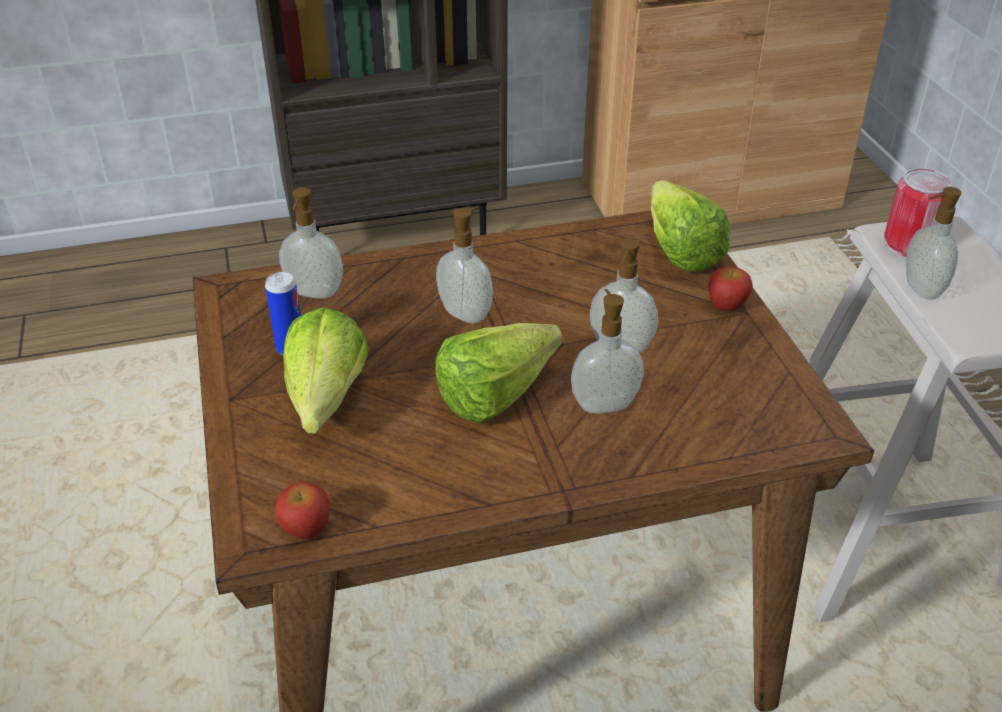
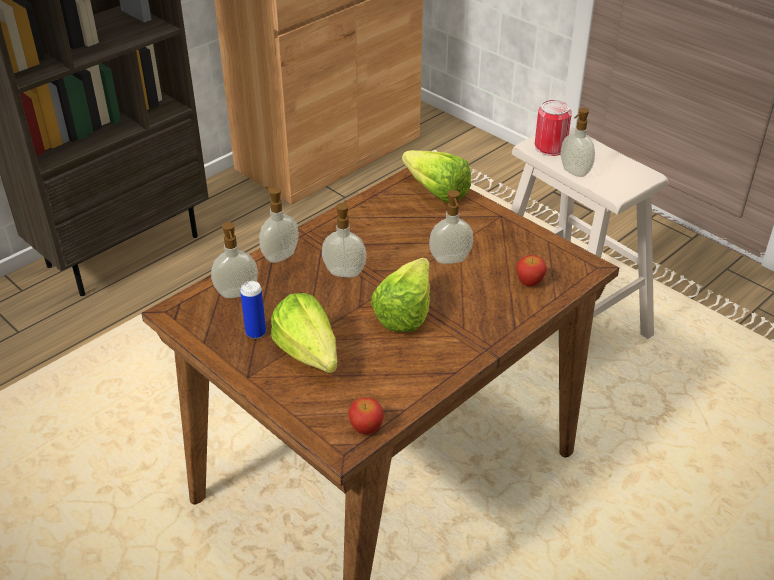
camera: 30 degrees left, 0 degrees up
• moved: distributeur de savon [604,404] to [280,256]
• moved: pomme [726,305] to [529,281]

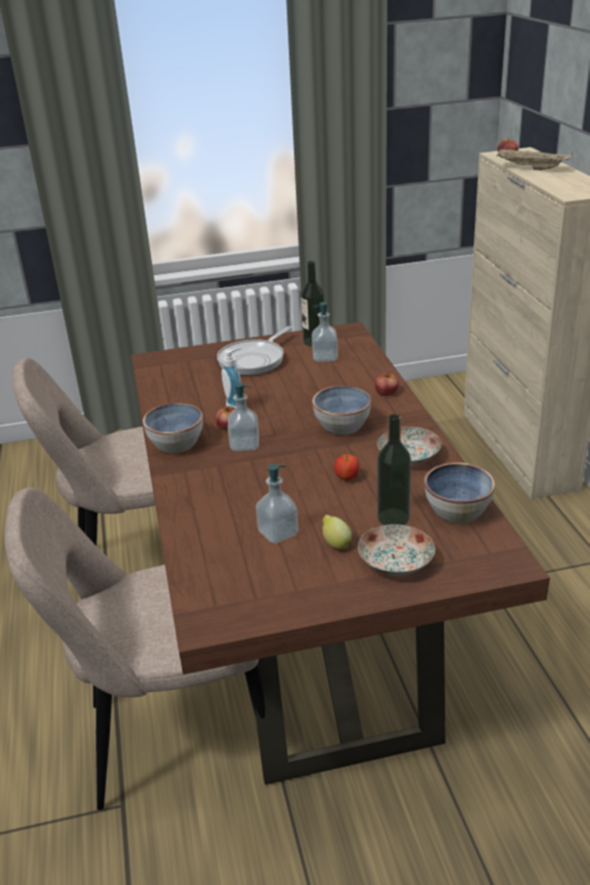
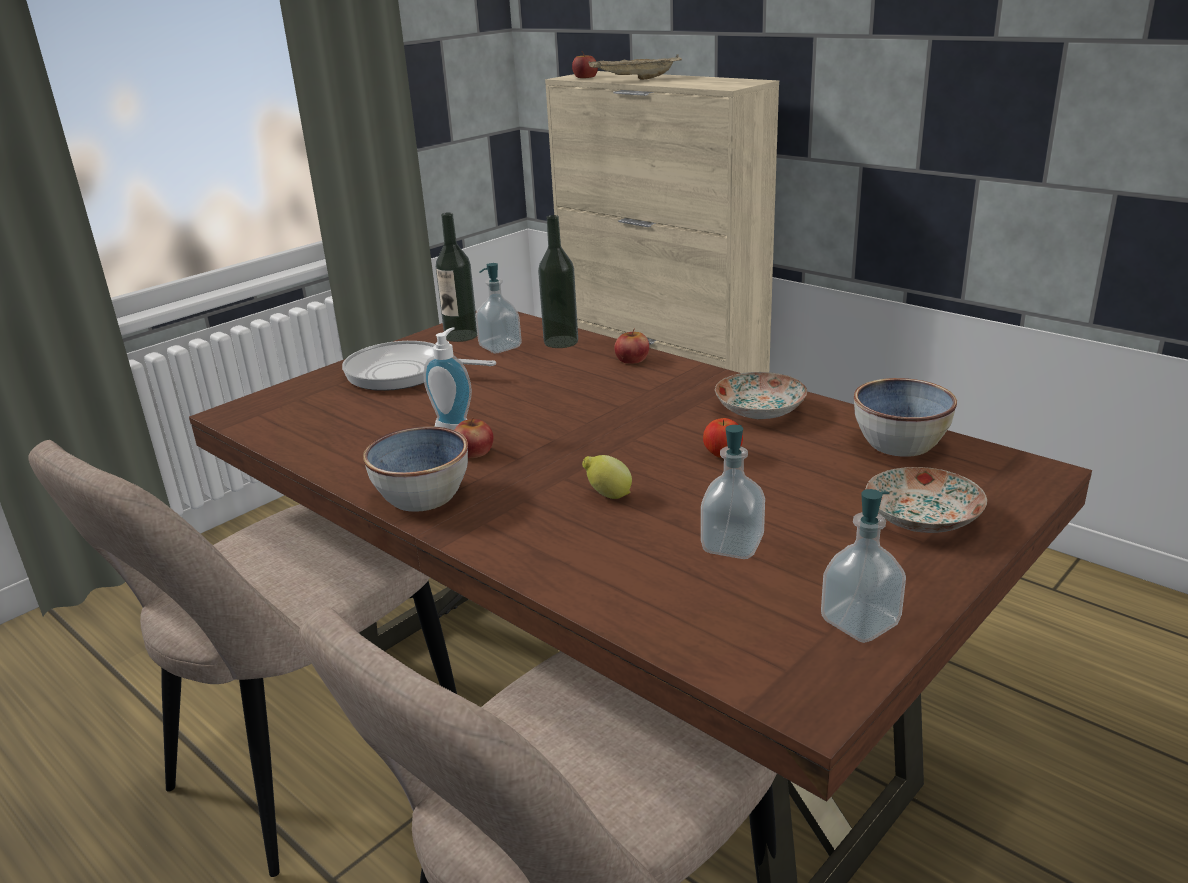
camera: 35 degrees left, 5 degrees down
• turned: poêle [254,360] = [403,373] 105 degrees clockwise
• moved: distributeur de savon [244,445] to [860,623]
• removed: bol [342,426]
• moved: citron [336,544] to [608,495]
• moved: bouteille [393,517] to [561,342]

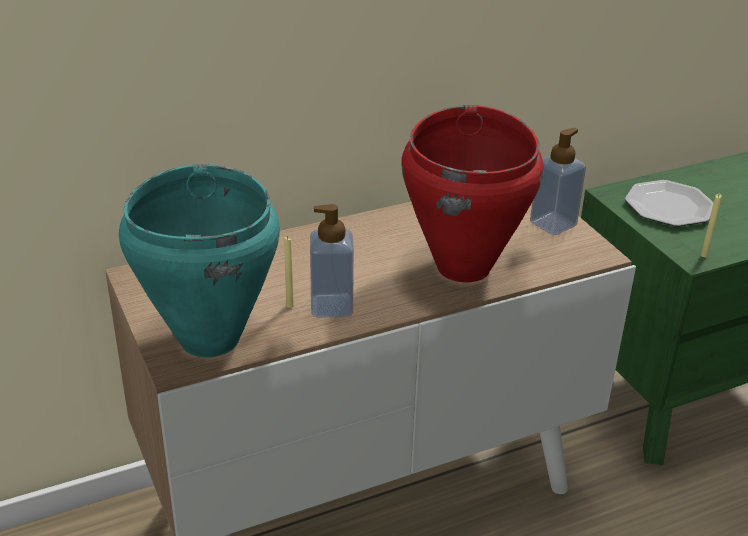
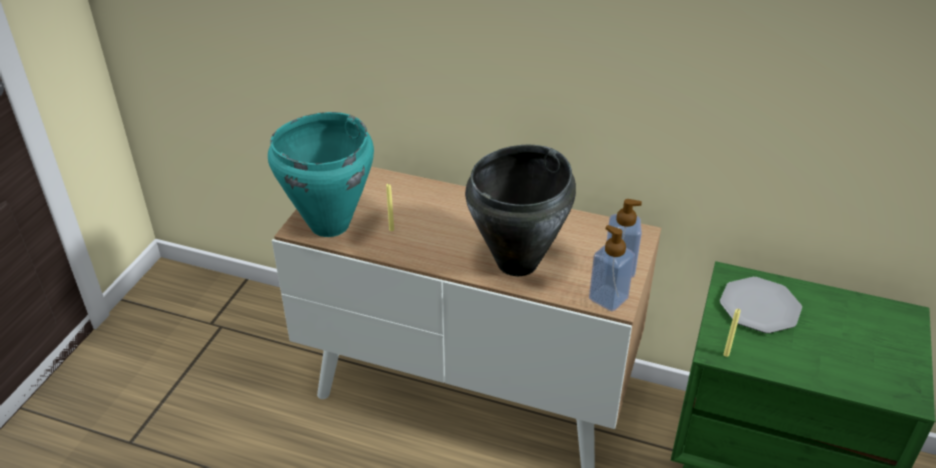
camera: 45 degrees right, 5 degrees up
• moved: distributeur de savon [331,306] to [608,298]
• recoloured: marmite (rouge) [464,266] to marmite (noir) [518,263]

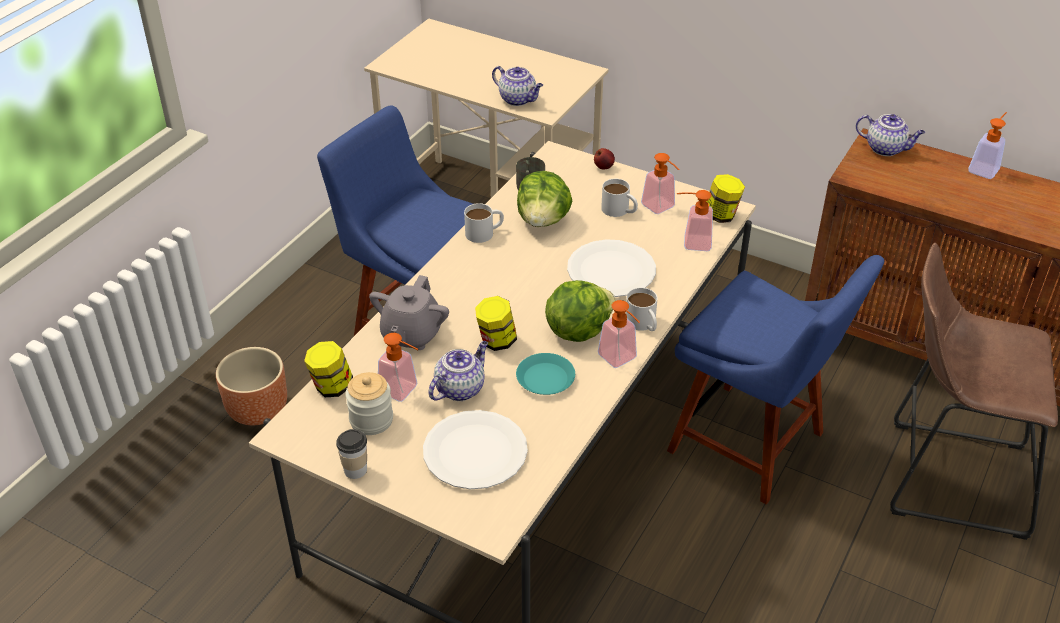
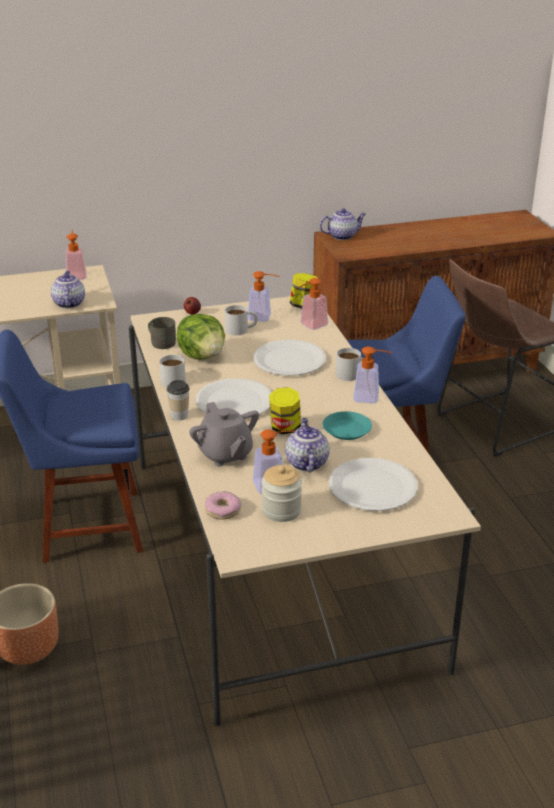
camera: 45 degrees left, 10 degrees down
• replaced: bocal [331,387] to beignet [223,510]
• moved: tasse [355,470] to [179,415]
• turned: théière [518,99] = [68,303] 90 degrees counterclockwise
• removed: laitue [578,330]
• moved: distributeur de savon [985,168] to [76,275]
• added: assiette (blanc) [235,401]

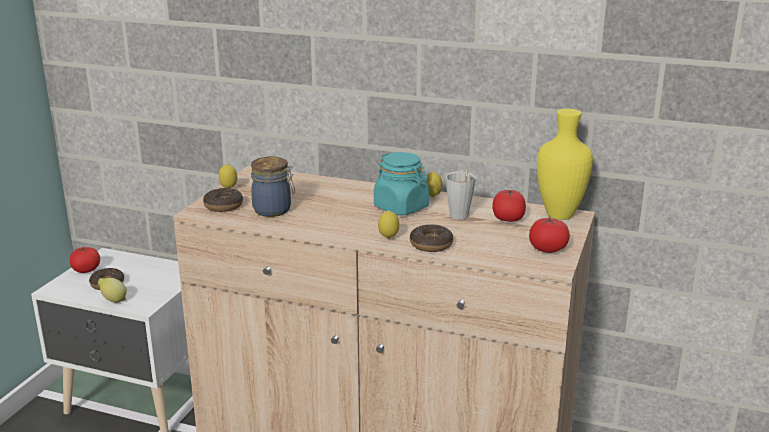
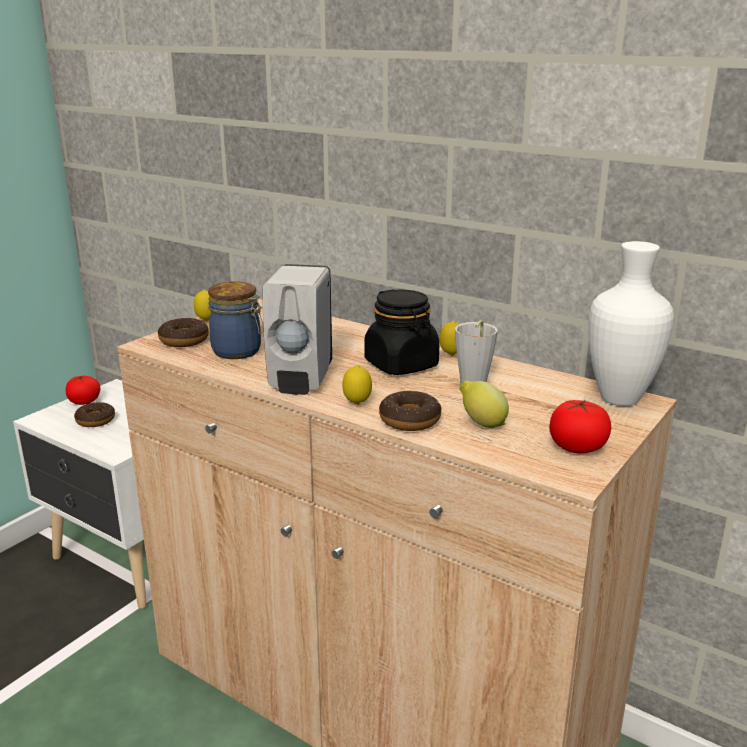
camera: 15 degrees right, 0 degrees up
• moved: citron [113,301] to [482,424]
• recoloured: bocal (turquoise) [401,207] to bocal (noir) [401,365]
• removed: tomate [508,219]
• recoloured: vase (jaune) [559,214] to vase (blanc) [619,398]
• added: distributeur de savon (blanc) [300,381]

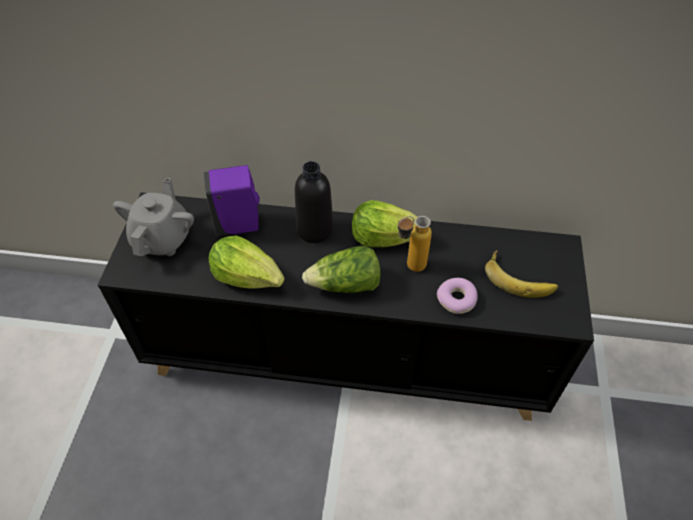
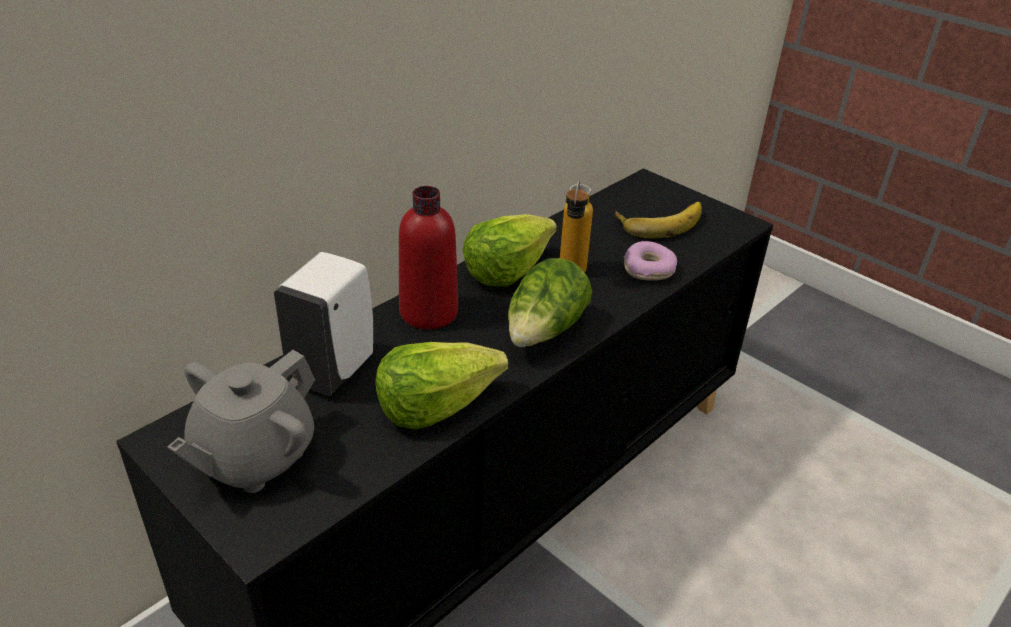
camera: 55 degrees left, 15 degrees down
• turned: théière (gris) [163,239] = [254,457] 105 degrees counterclockwise
• recoloured: distributeur de savon (violet) [240,225] to distributeur de savon (blanc) [334,369]
• recoloured: bouteille (noir) [315,230] to bouteille (rouge) [428,312]

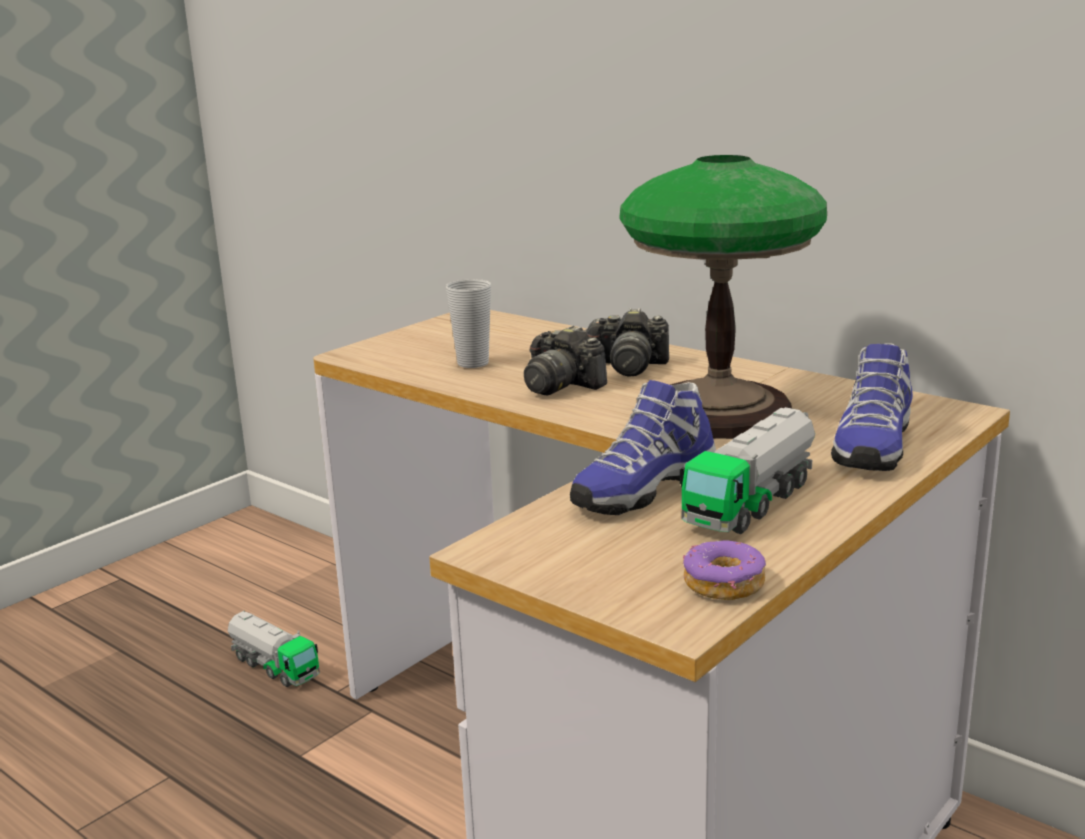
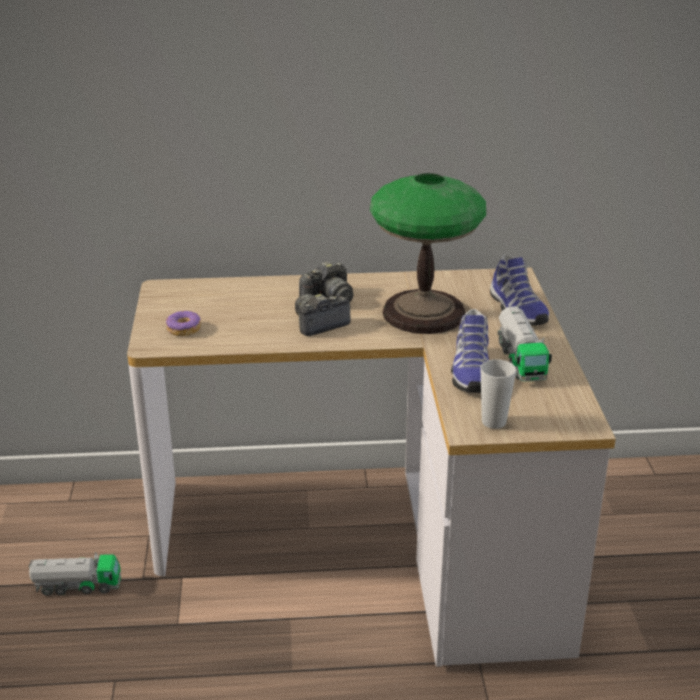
camera: 45 degrees left, 10 degrees up
• moved: tasse [473,363] to [493,422]
• turned: appareil photo [560,385] = [319,324] 150 degrees clockwise
• moved: beignet [724,584] to [184,329]

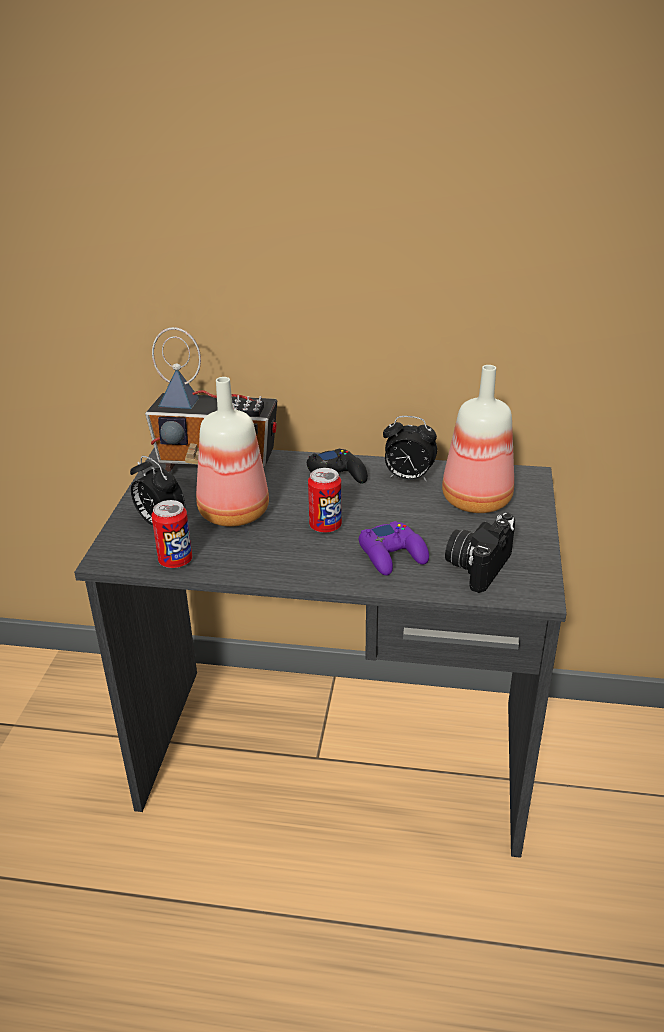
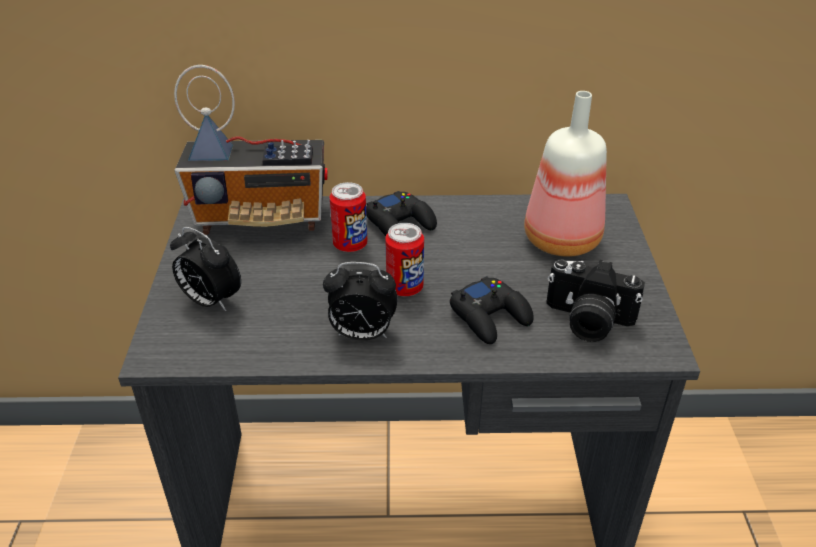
camera: 10 degrees left, 5 degrees up
• moved: boîte métallique [175,561] to [350,245]
• removed: bouteille [231,514]
• recoloured: manette (violet) [393,555] to manette (noir) [490,317]
• moved: réveil [408,478] to [361,334]
• turned: appareil photo [477,566] = [587,321] 90 degrees counterclockwise

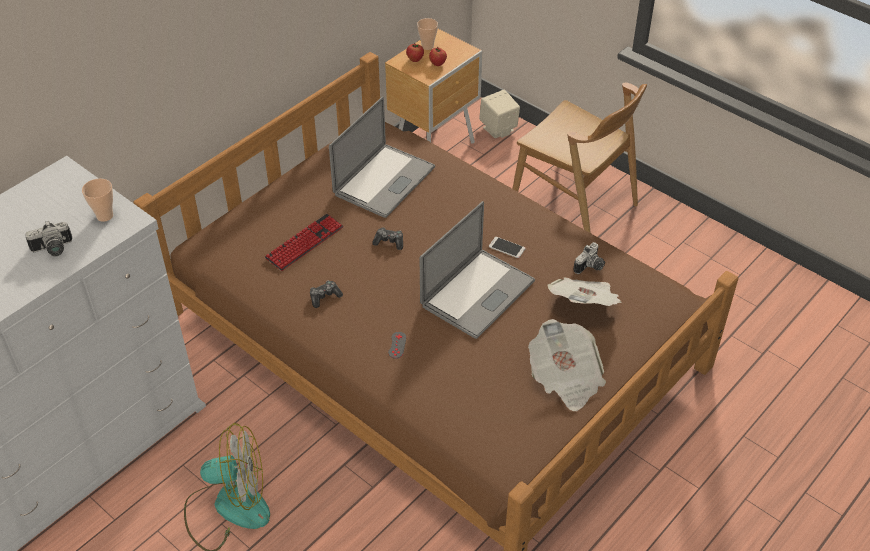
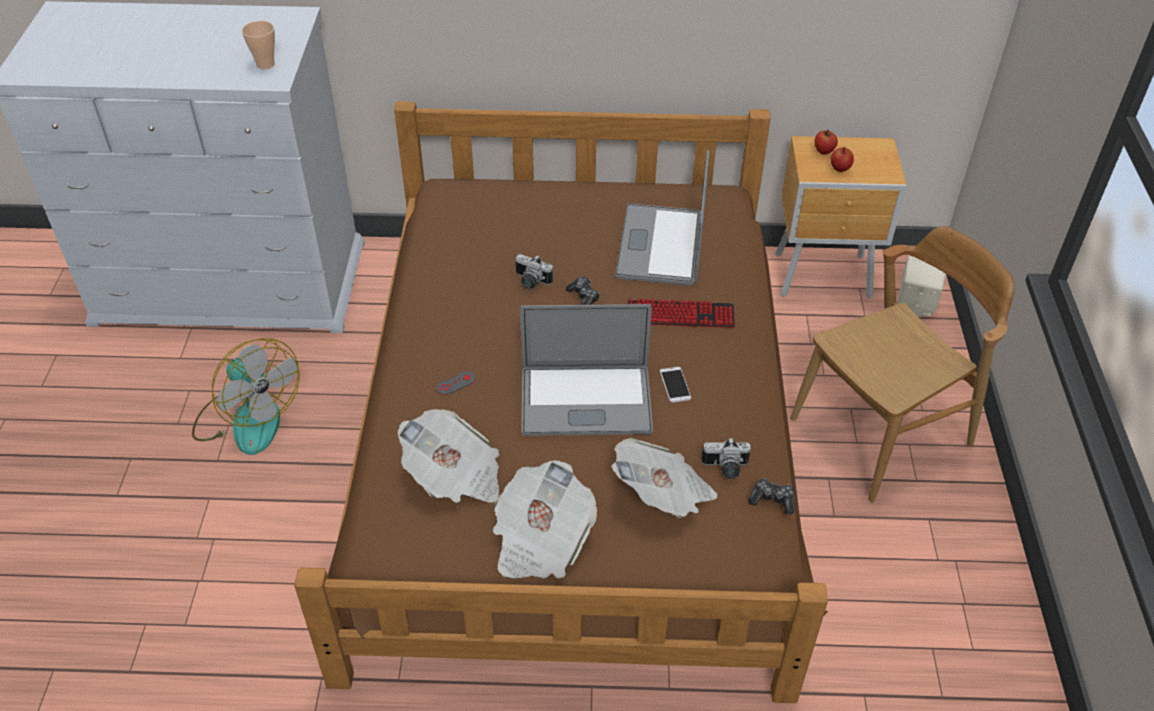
camera: 50 degrees right, 0 degrees up
• moved: appareil photo [53,250] to [530,282]
• moved: clavier [304,243] to [680,315]
• moved: manette [324,297] to [772,500]
• turned: ordinateur portable [384,181] = [661,245] 105 degrees clockwise
• removed: tasse [427,46]
• turned: chaise (marron) [573,208] = [882,432] 120 degrees counterclockwise
• added: journal [454,476]

